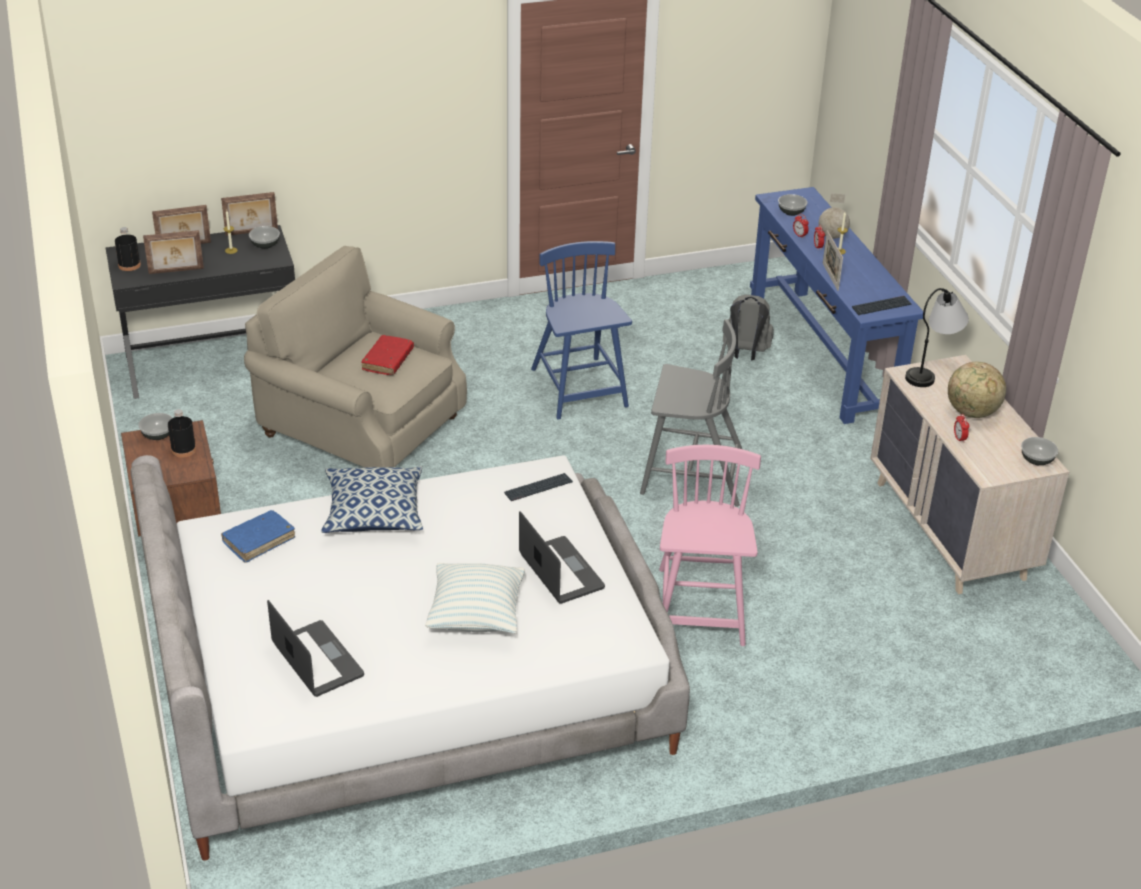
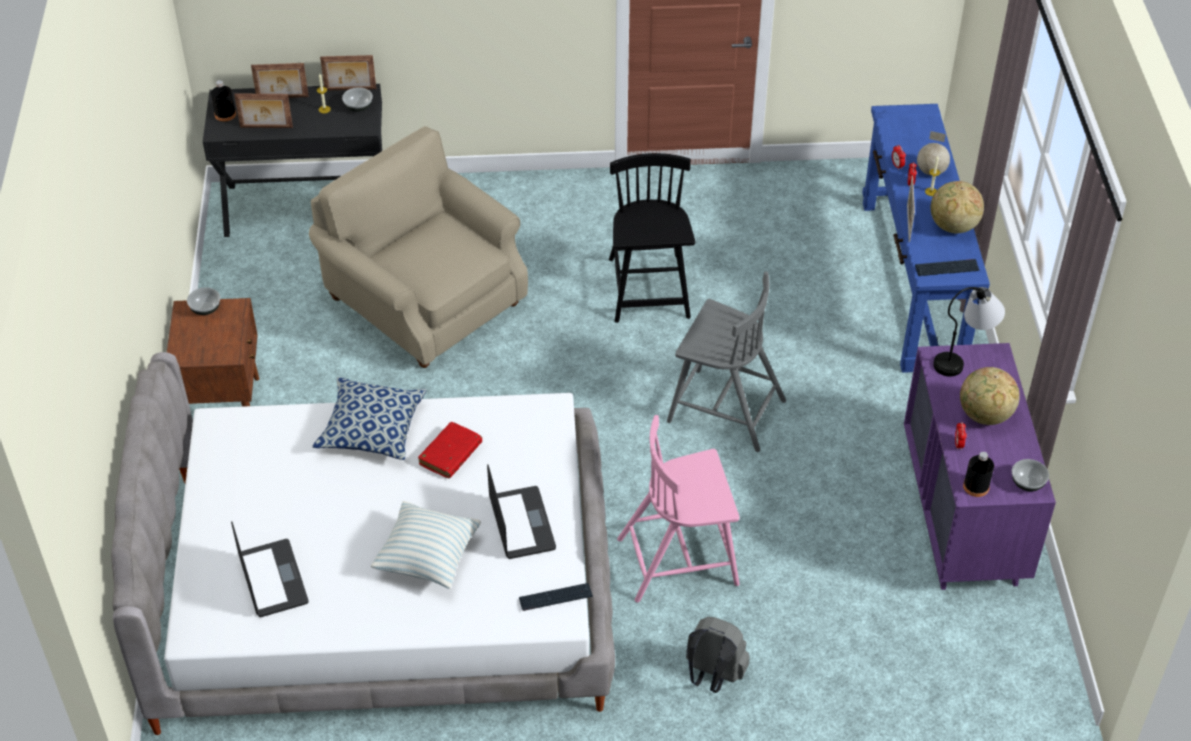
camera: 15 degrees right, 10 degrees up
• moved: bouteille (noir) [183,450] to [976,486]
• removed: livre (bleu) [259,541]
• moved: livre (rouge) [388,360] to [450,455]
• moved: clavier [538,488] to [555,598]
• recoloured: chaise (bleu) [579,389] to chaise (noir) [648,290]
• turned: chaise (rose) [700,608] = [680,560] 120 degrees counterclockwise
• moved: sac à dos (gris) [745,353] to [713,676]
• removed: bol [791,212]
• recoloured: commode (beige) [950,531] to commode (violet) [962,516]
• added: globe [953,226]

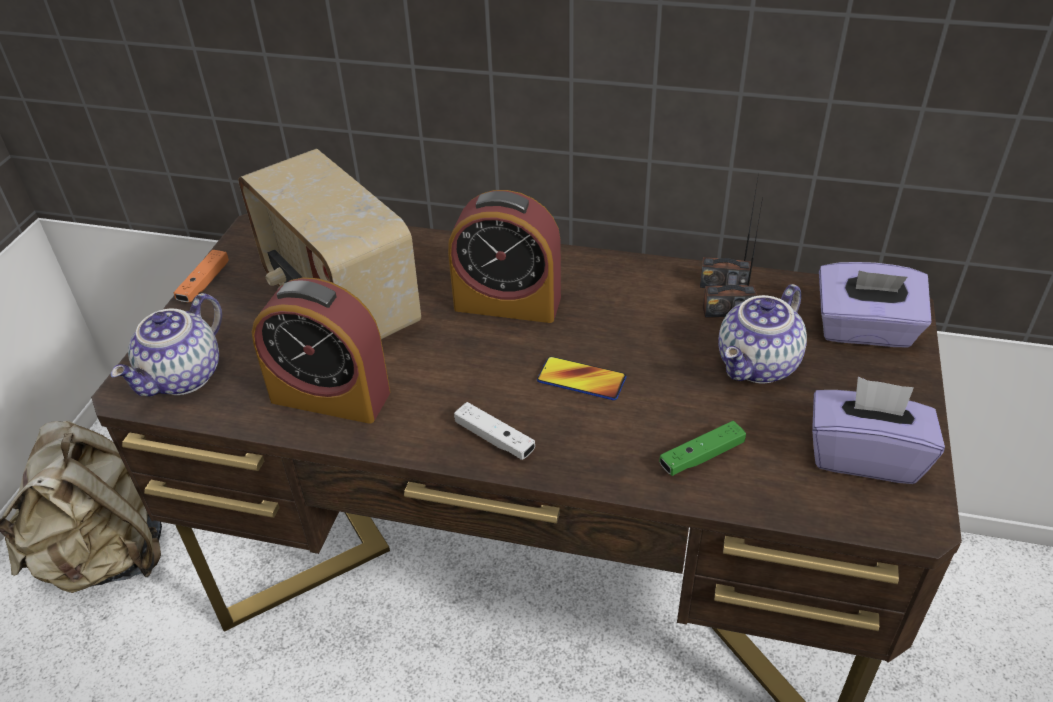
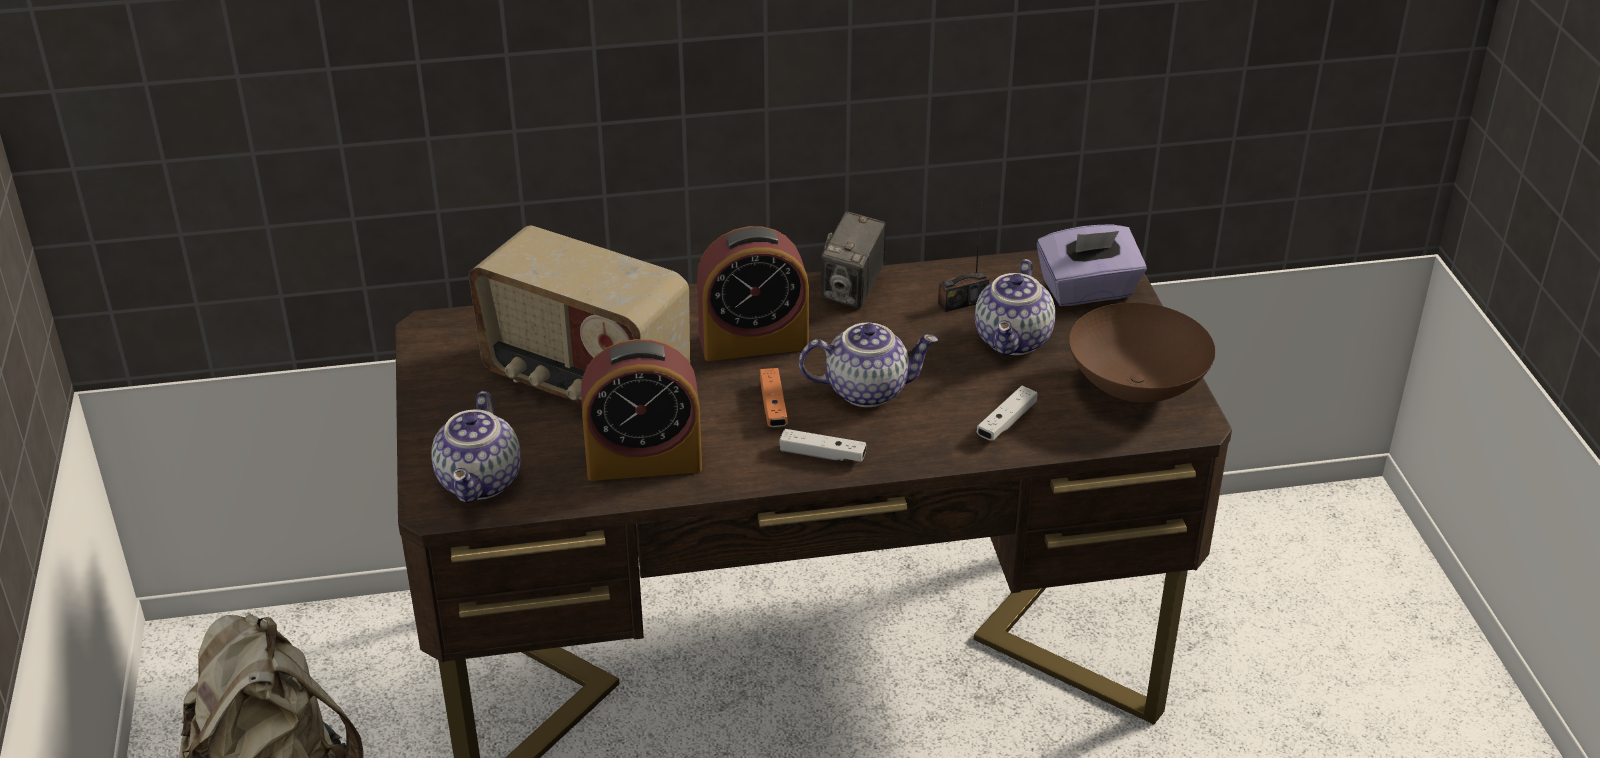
camera: 25 degrees left, 5 degrees down
• moved: manette (orange) [204,283] to [773,406]
• replaced: téléphone [581,379] to théière [867,389]
• recoloured: manette (vert) [701,456] to manette (blanc) [1006,422]
• removed: radio [723,284]
• replaced: boîte à mouchoirs (violet) [864,455] to bol (marron) [1134,388]
• added: appareil photo [852,290]

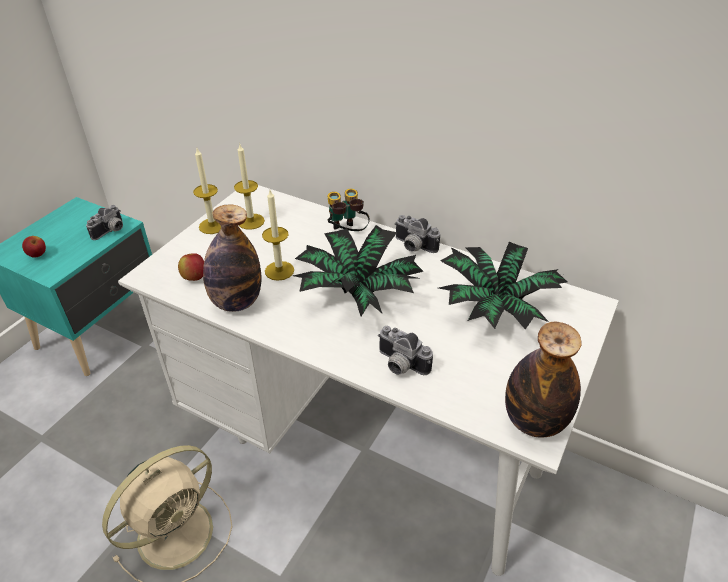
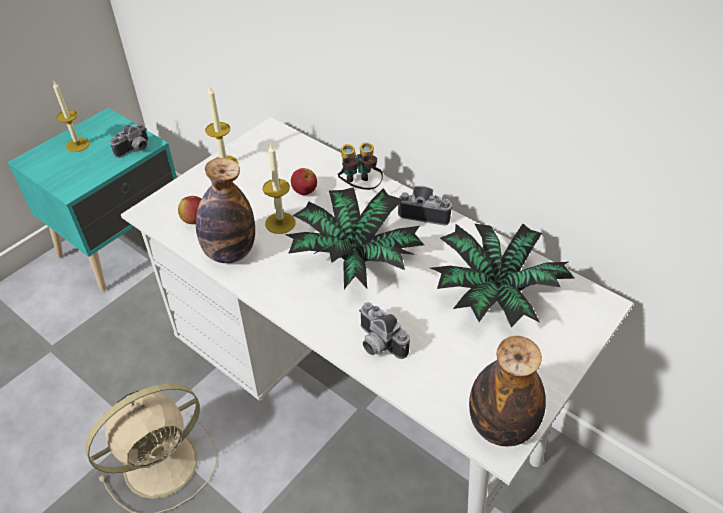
camera: 10 degrees right, 5 degrees up
• moved: pomme [37,255] to [304,191]
• moved: bougie [251,221] to [77,145]
• turned: appareil photo [413,247] = [425,212] 150 degrees clockwise

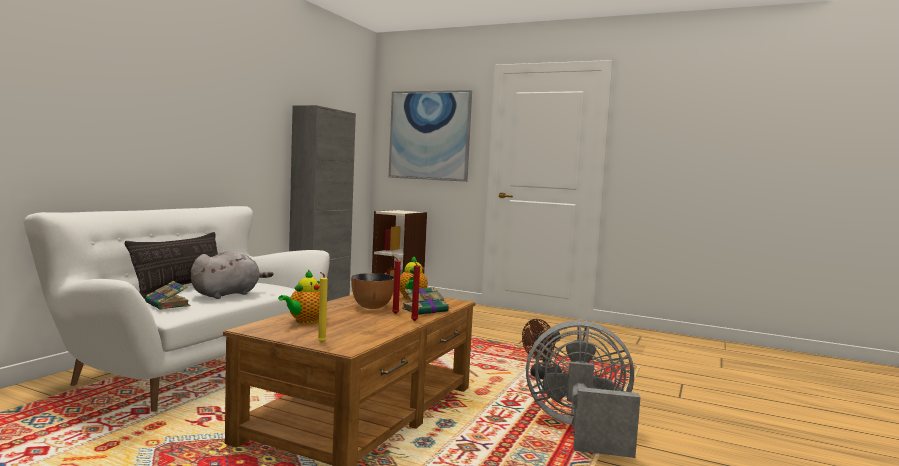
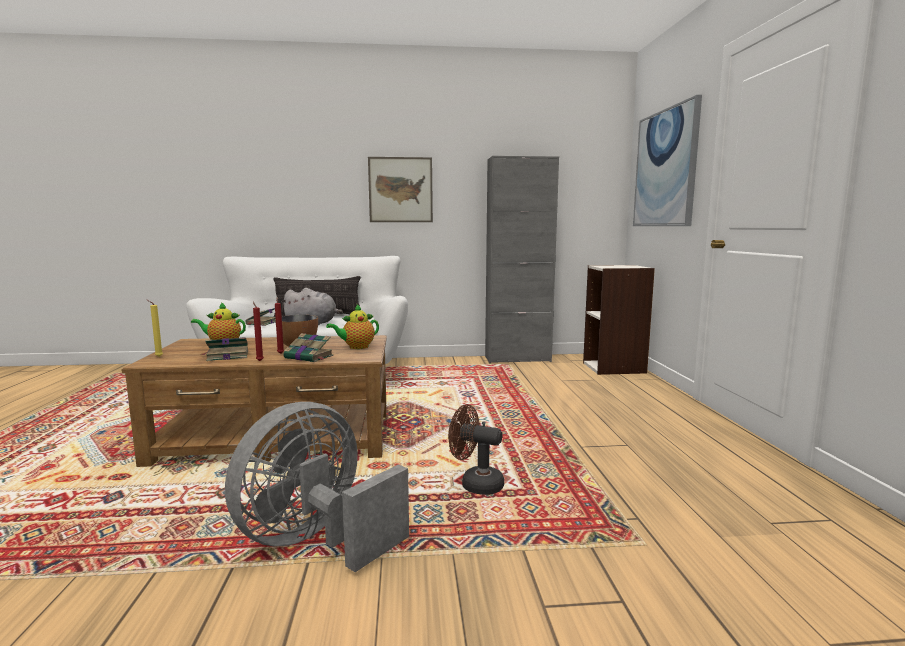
camera: 60 degrees right, 5 degrees up
• turned: ventilateur (gris) [580,430] = [316,541] 120 degrees counterclockwise
• added: livre [226,356]
• added: tableau [400,190]

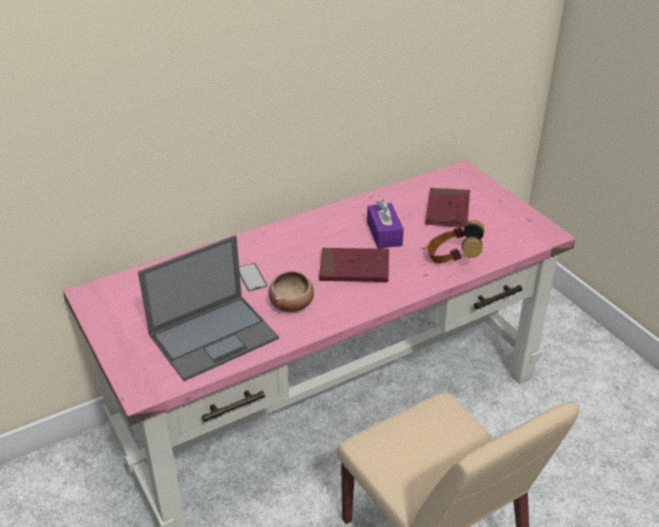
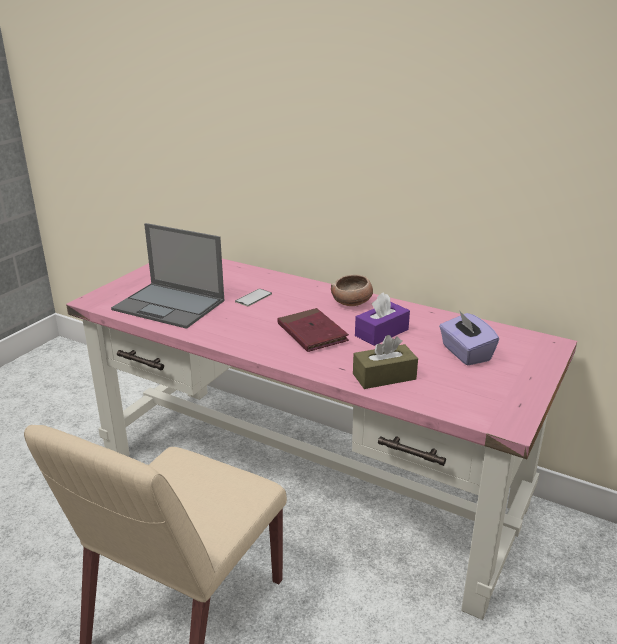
camera: 60 degrees right, 10 degrees down
• moved: bol [292,303] to [352,303]
• replaced: livre (rouge) [447,210] to boîte à mouchoirs (violet) [465,353]
• replaced: casque audio [453,259] to boîte à mouchoirs (marron) [384,376]

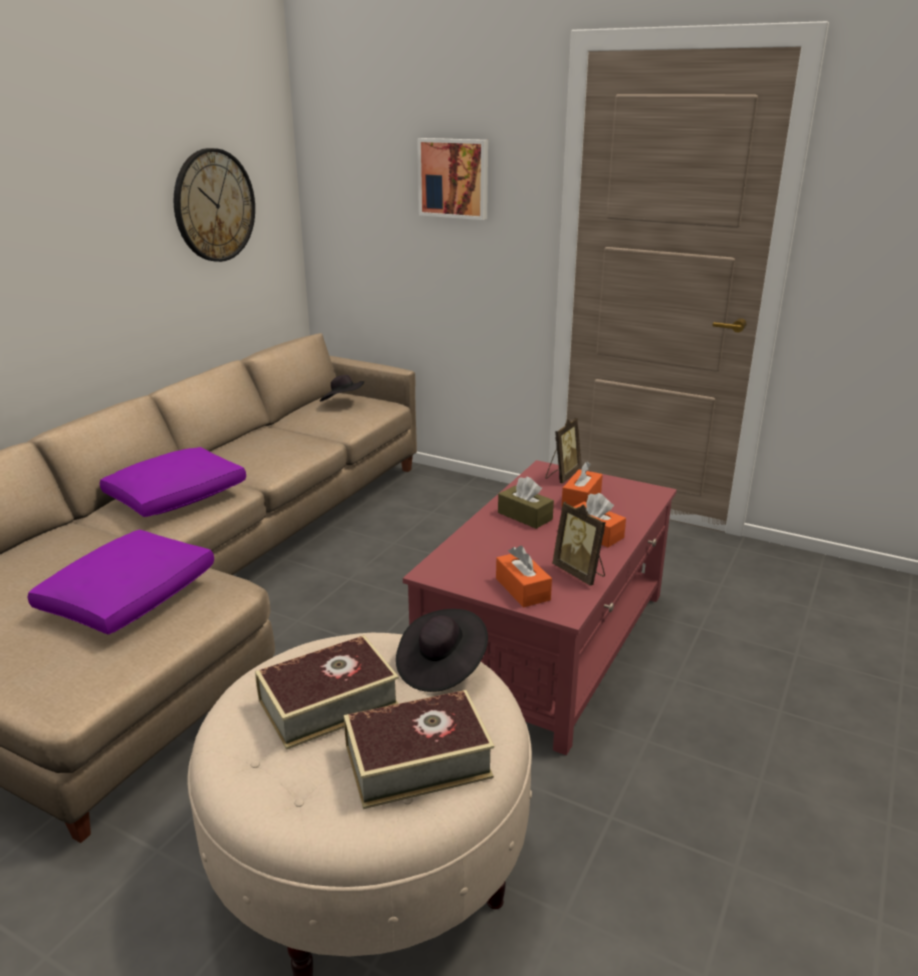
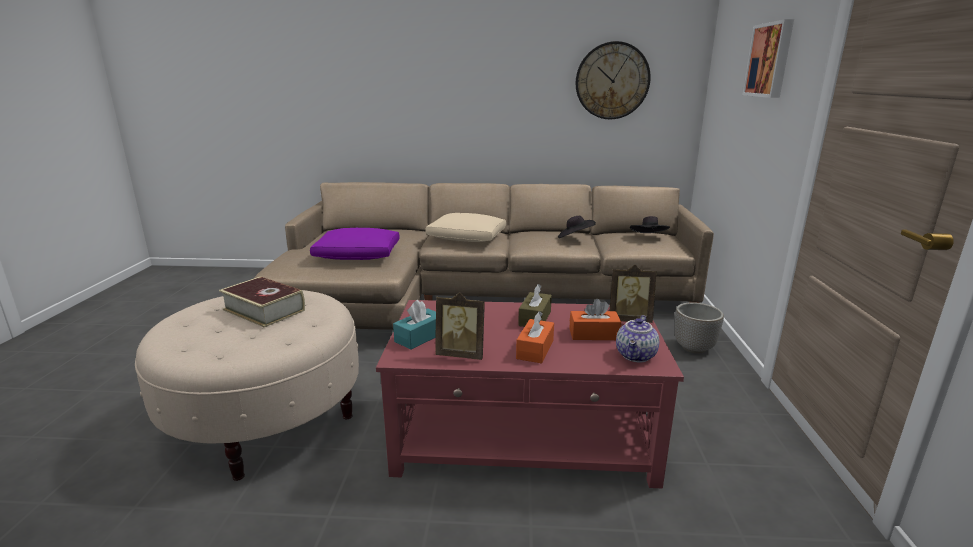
camera: 65 degrees right, 5 degrees down
• recoloured: coussin (violet) [178,496] to coussin (beige) [467,238]
• removed: livre [417,761]
• moved: chapeau (noir) [441,667] to [575,238]
• recoloured: boîte à mouchoirs (orange) [522,589] to boîte à mouchoirs (turquoise) [420,337]
• turned: cadre photo [580,573] = [461,354] 105 degrees counterclockwise
• added: théière [636,356]
• added: cache-pot [694,348]

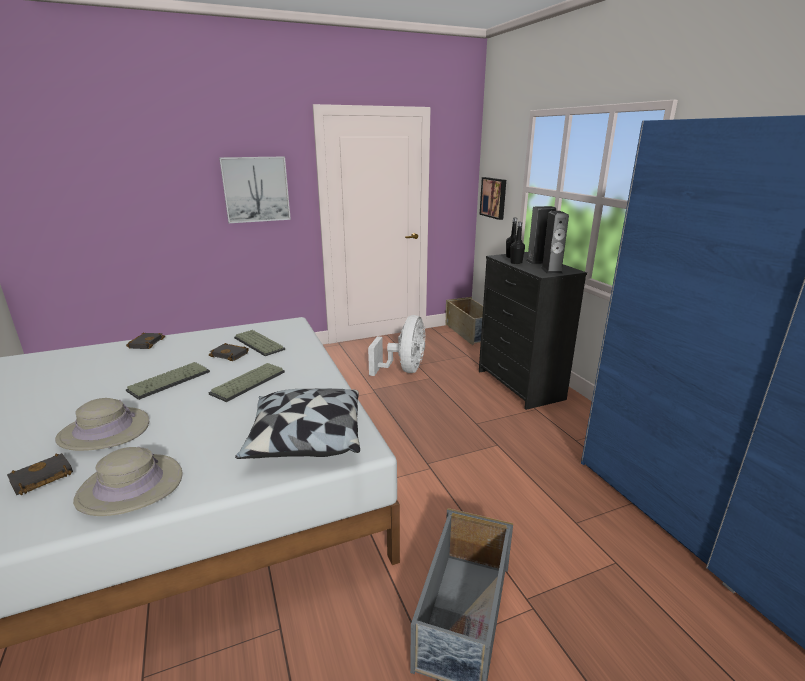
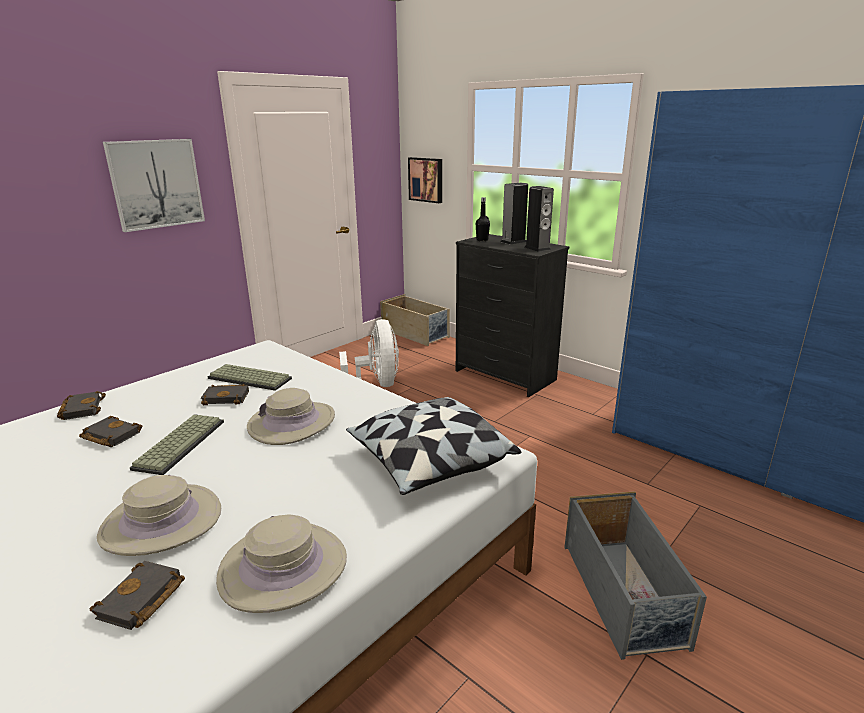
camera: 25 degrees left, 0 degrees up
• replaced: clavier [248,383] to chapeau (beige) [292,423]
• removed: bouteille (noir) [516,263]
• added: livre (noir) [109,436]

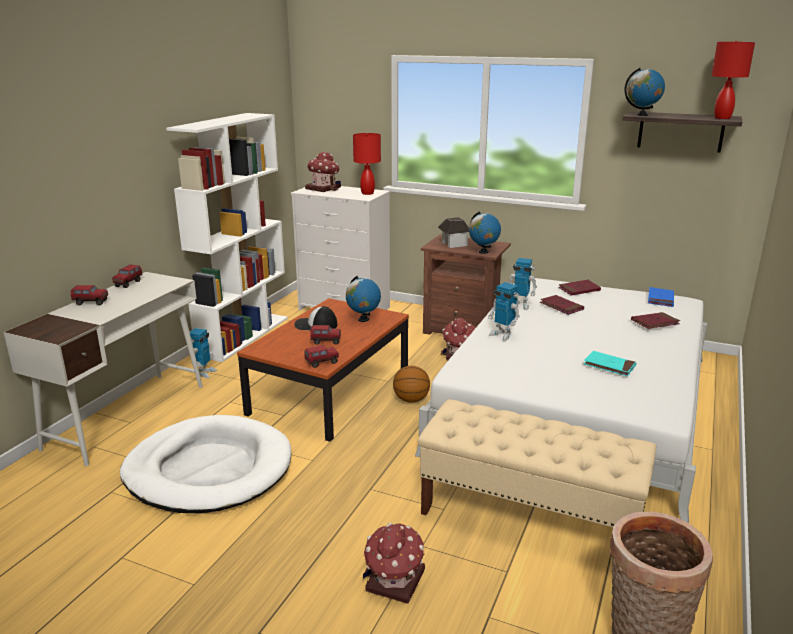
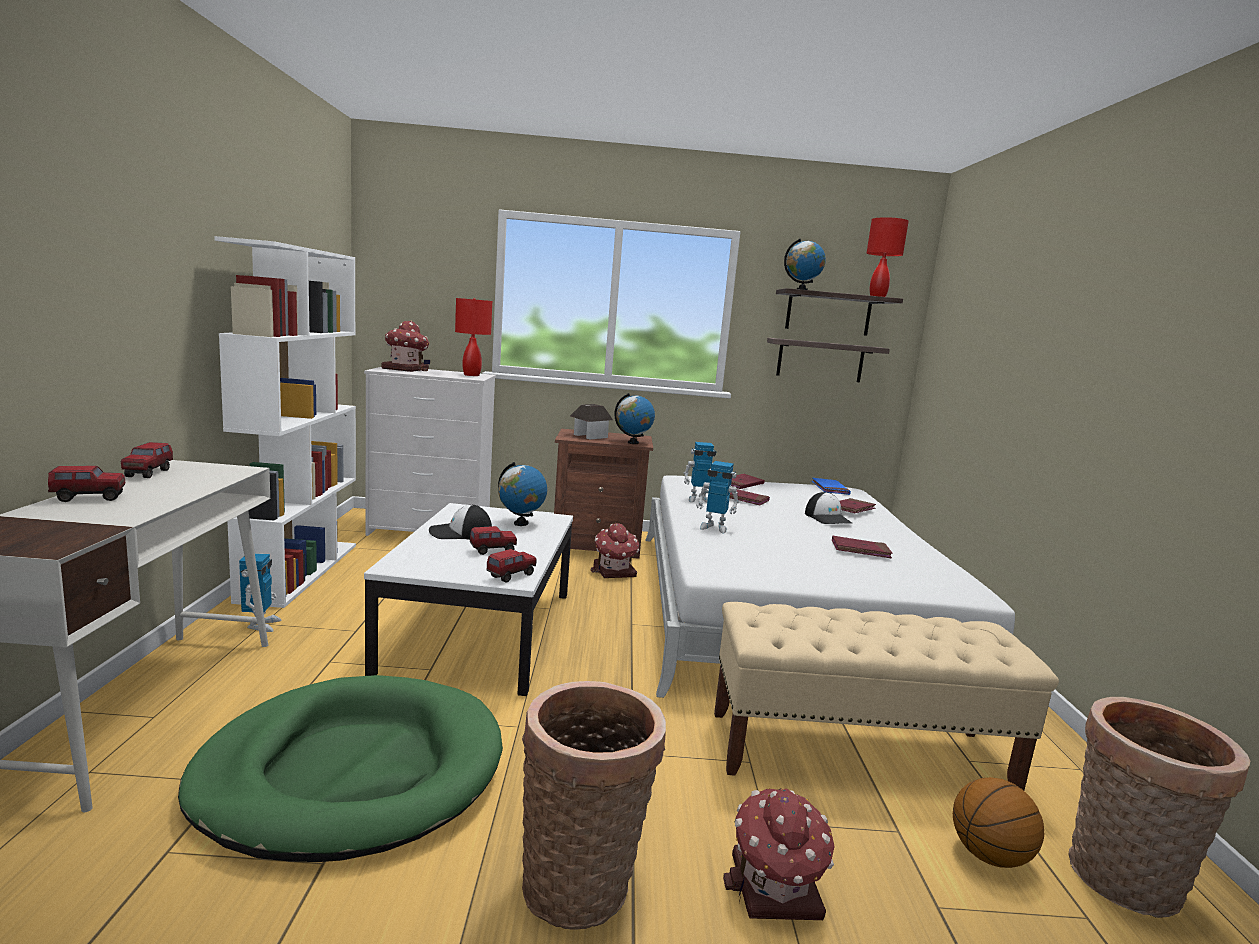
camera: 25 degrees left, 10 degrees down
• recoloured: panier pour chien (blanc) [209,469] to panier pour chien (vert) [352,772]
• recoloured: table basse (marron) [330,392] to table basse (blanc) [481,631]
• moved: ballon de basket [411,400] to [989,855]
• recoloured: livre (turquoise) [609,366] to livre (rouge) [860,550]
• added: panier [582,882]
• added: étagère [820,360]
• added: casquette [828,518]

